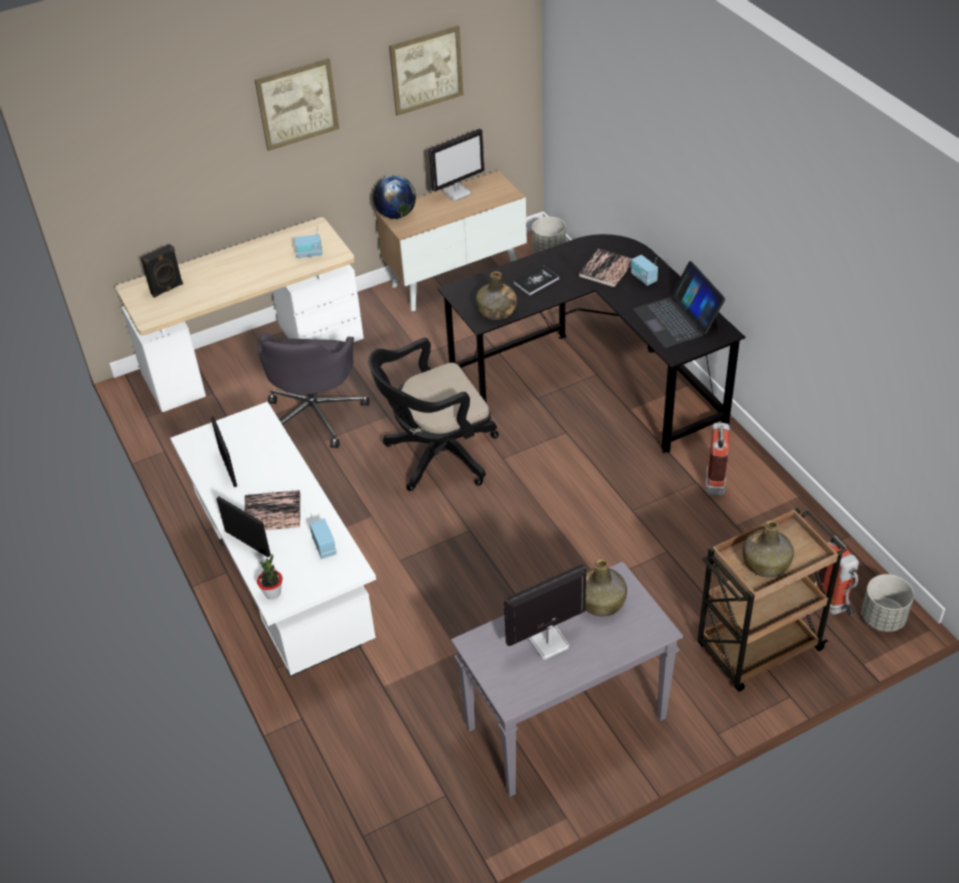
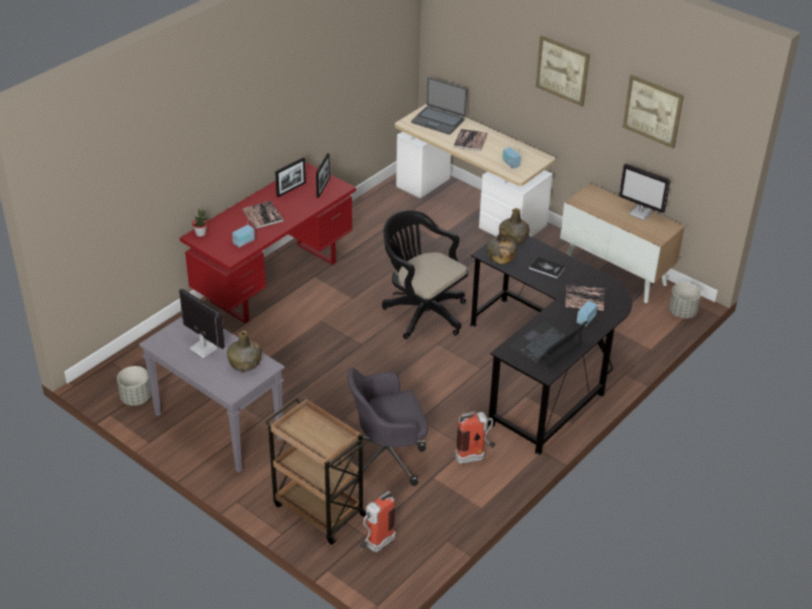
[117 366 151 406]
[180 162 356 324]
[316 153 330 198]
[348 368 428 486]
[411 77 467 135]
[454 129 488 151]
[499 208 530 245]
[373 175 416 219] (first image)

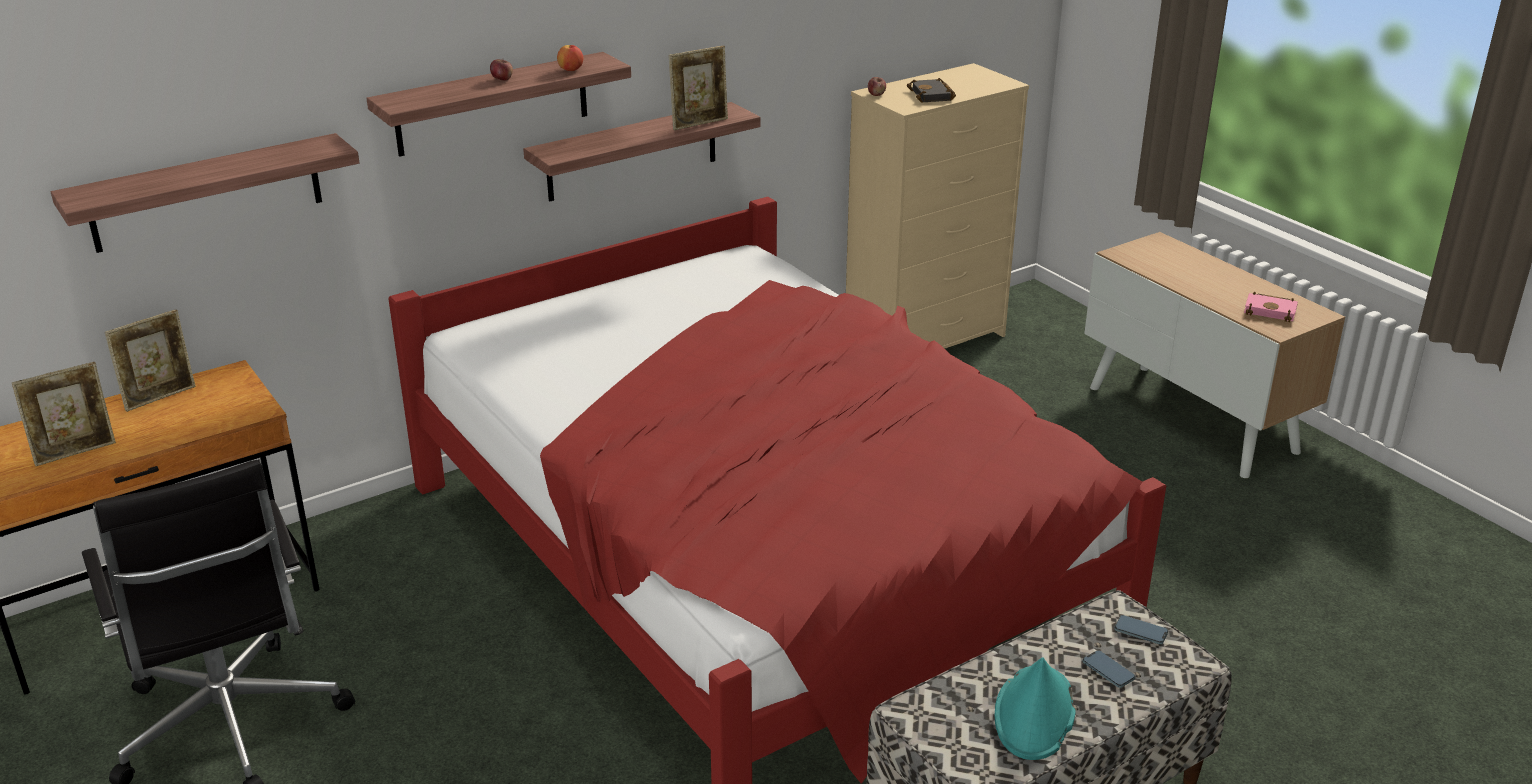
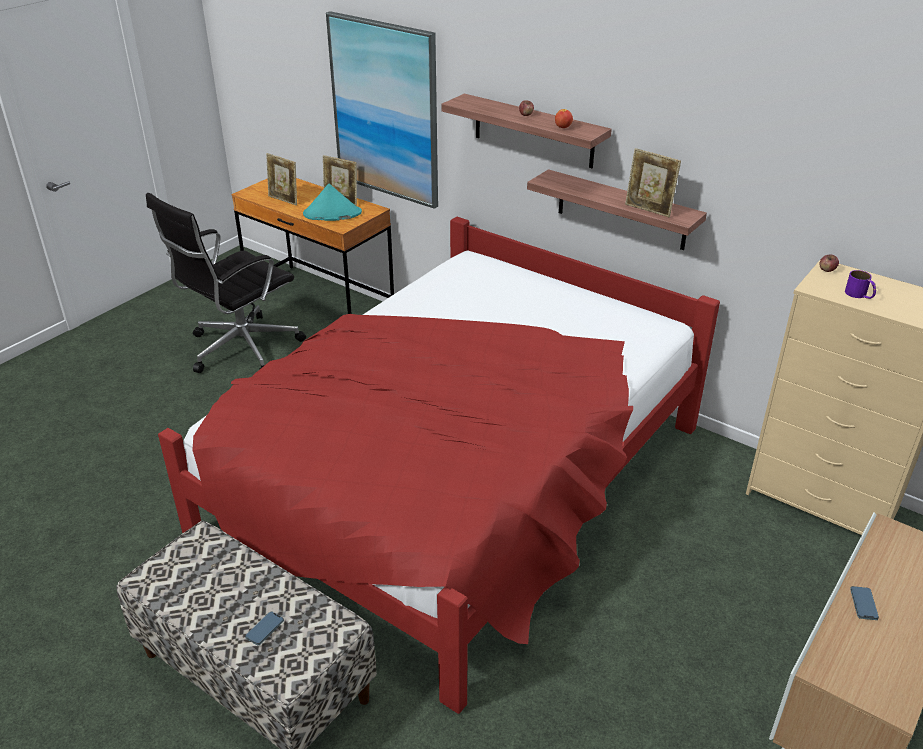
[303 184 362 221]
[326 11 438 209]
[845 270 876 299]
[850 586 879 620]
[1244 292 1298 322] (first image)

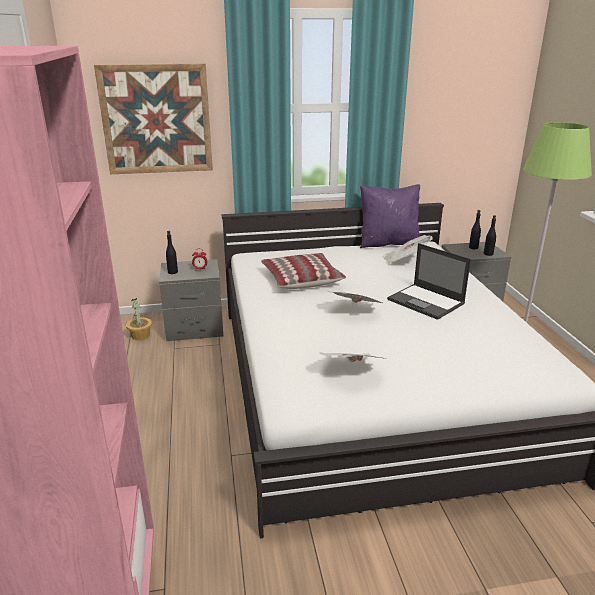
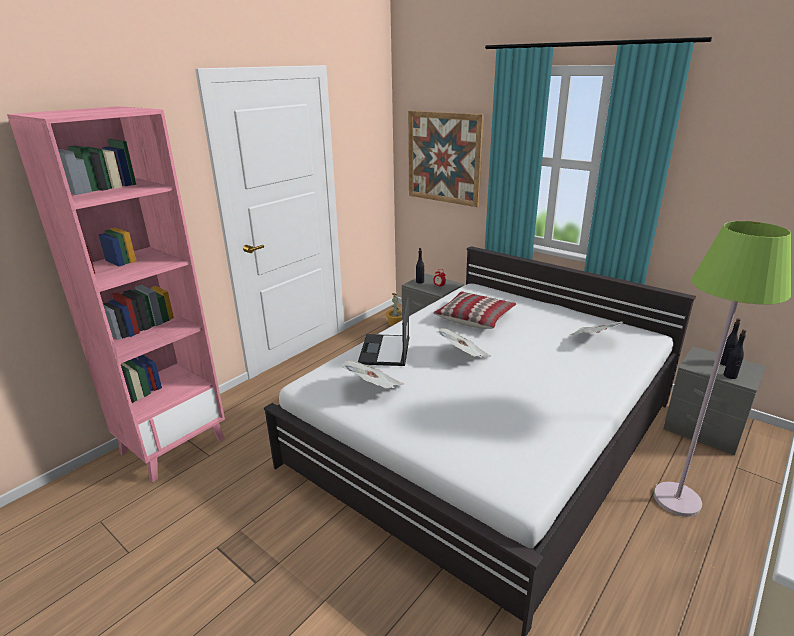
[358 297 409 366]
[360 184 420 248] (first image)

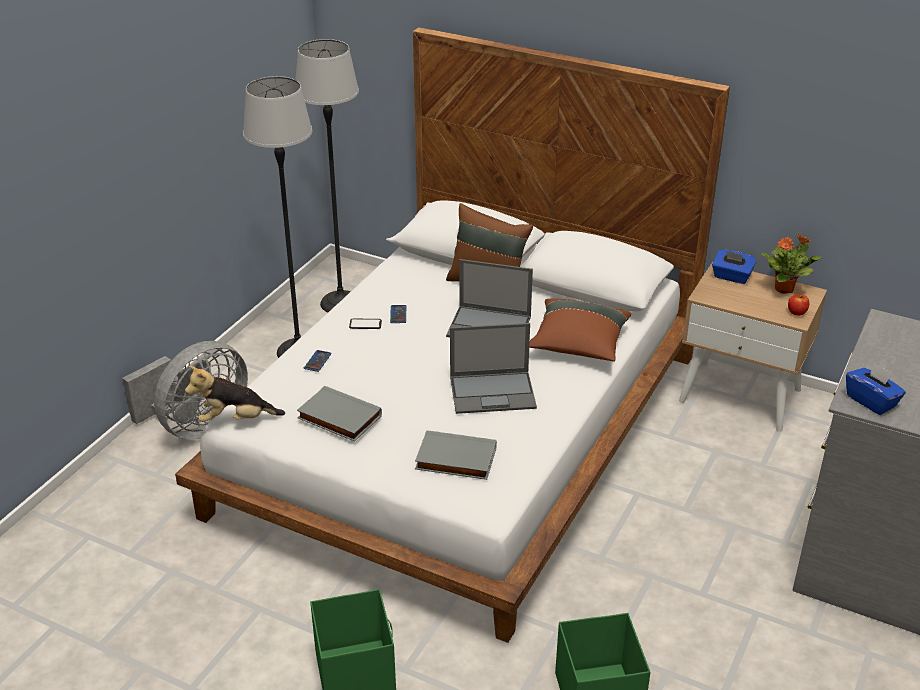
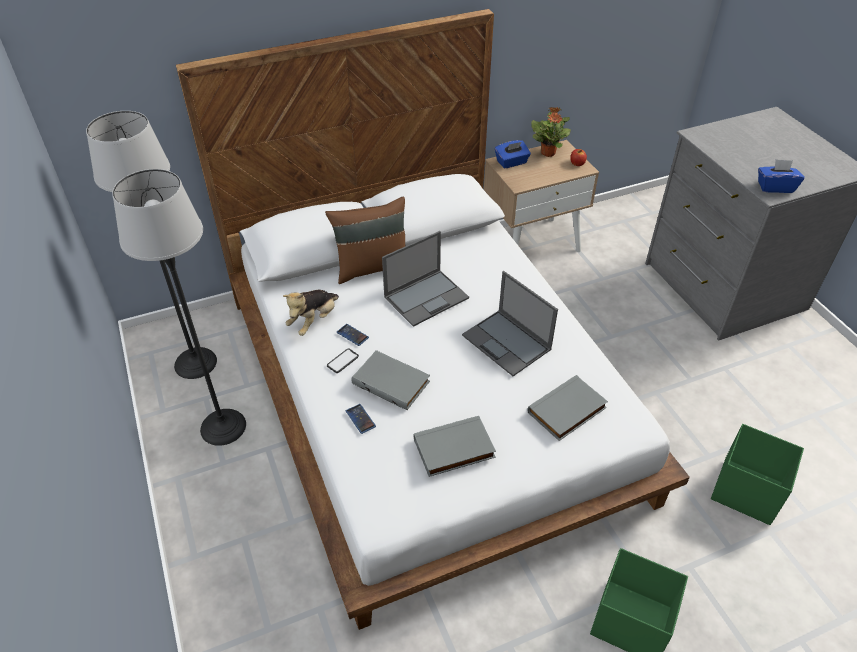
[283 290 339 336]
[352 350 430 410]
[462 271 558 376]
[122 341 248 440] (first image)
[529 298 631 362] (first image)

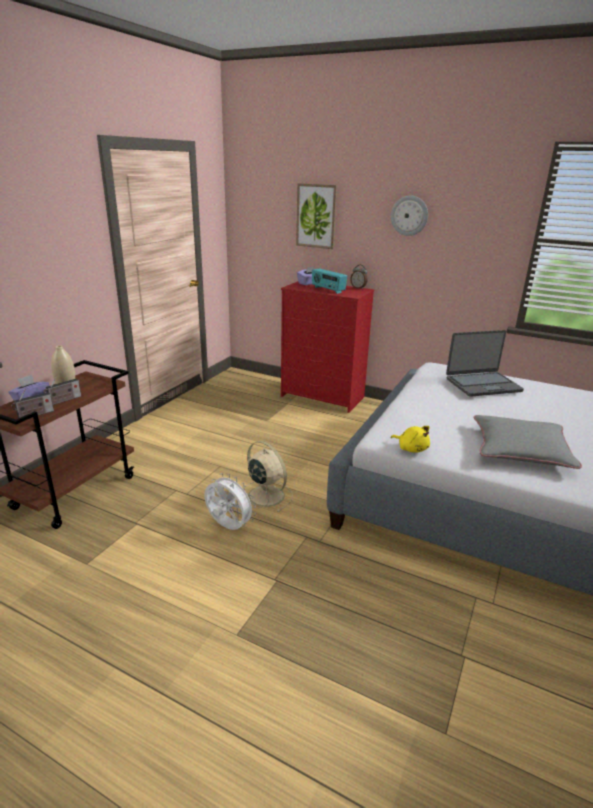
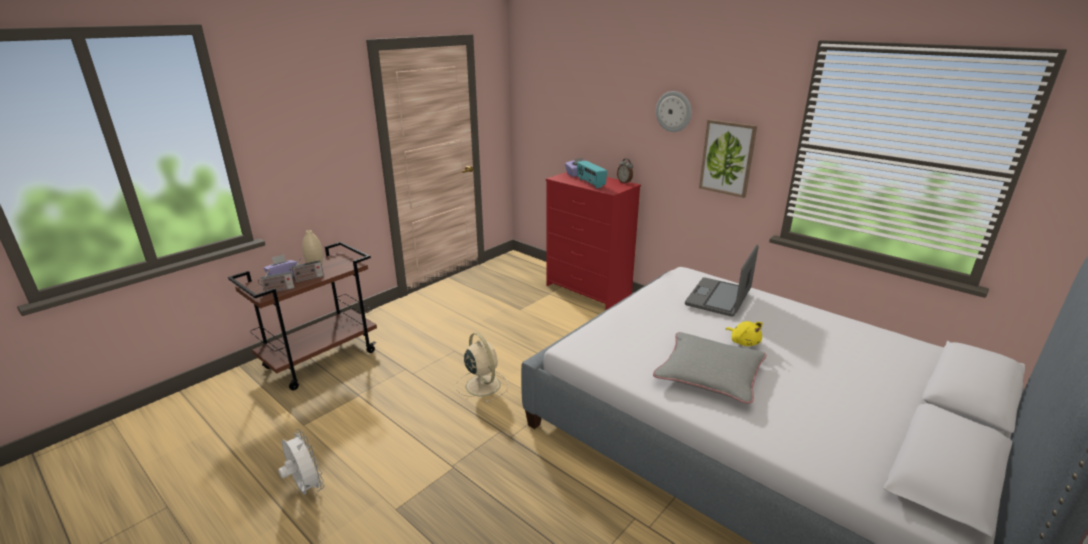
[278 429 324 495]
[685 245 759 317]
[699 119 757 198]
[725 321 763 346]

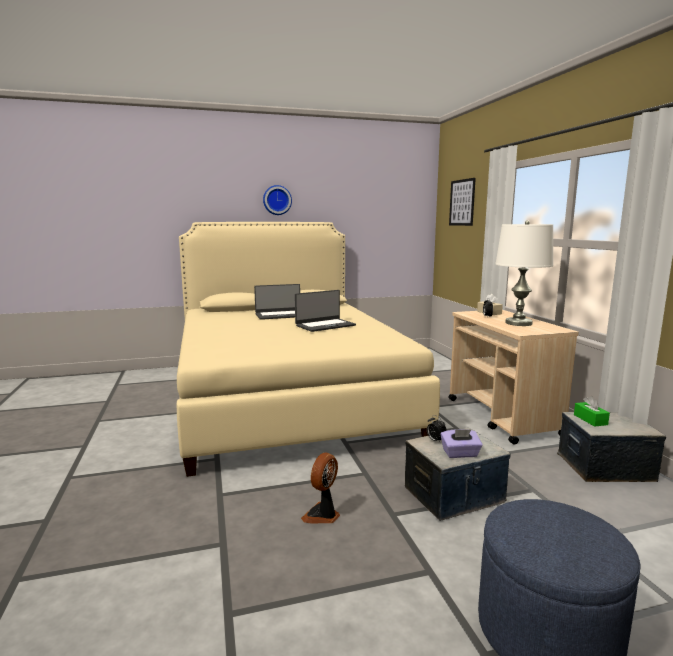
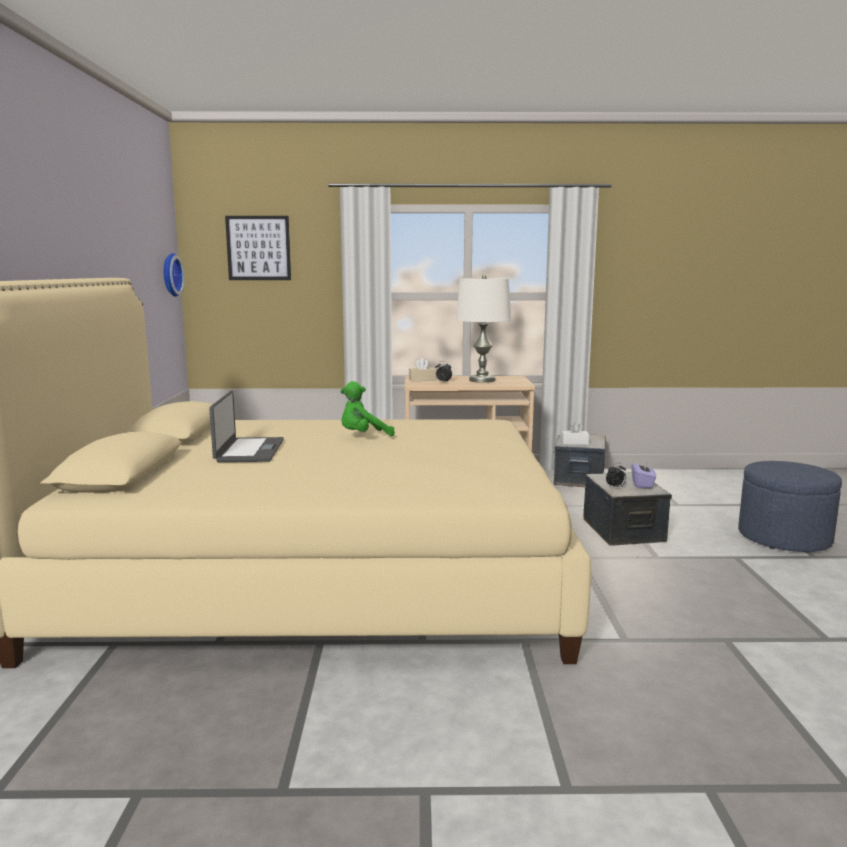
[164 253 184 297]
[340 381 395 436]
[561 422 589 445]
[301 452 340 523] (first image)

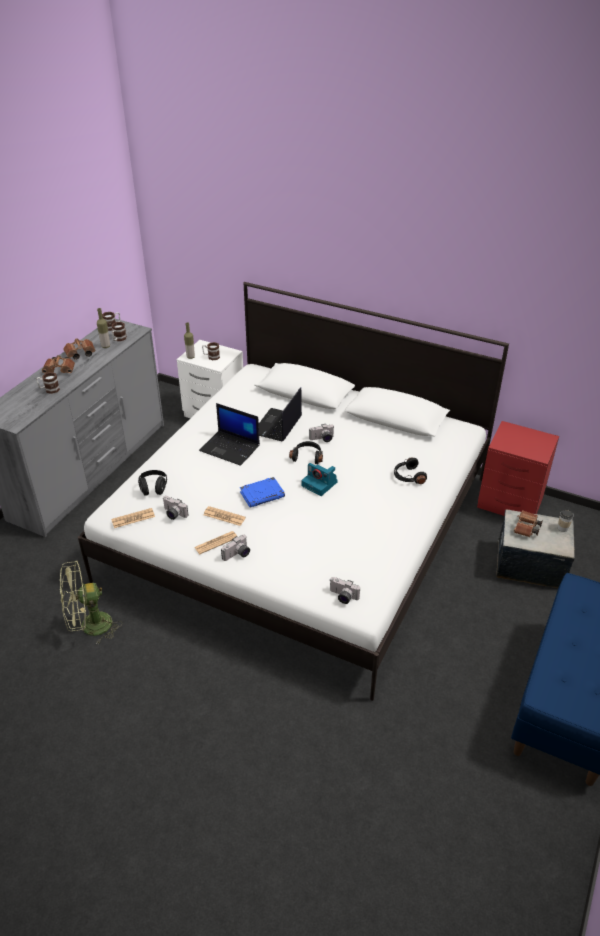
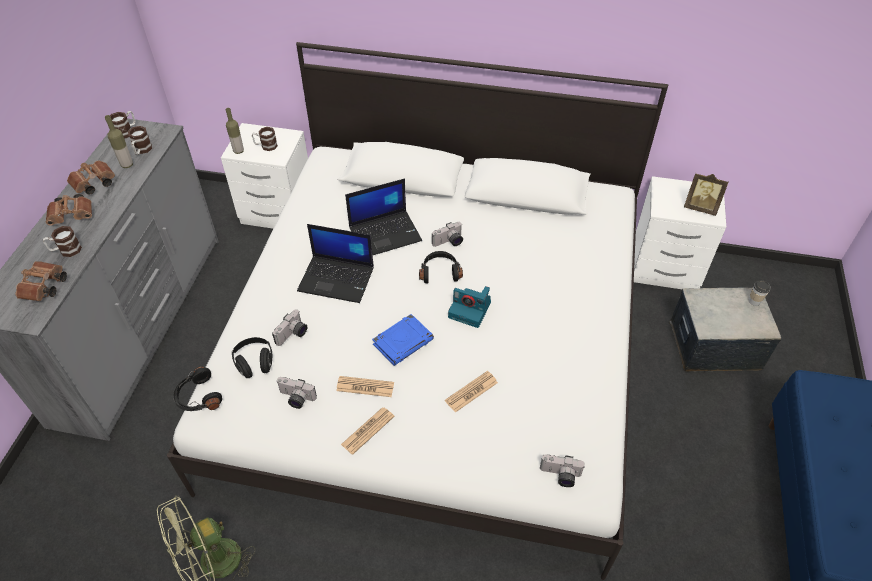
[15 261 67 301]
[173 366 222 411]
[272 309 307 346]
[345 179 422 255]
[445 371 498 413]
[634 176 726 289]
[684 173 729 216]

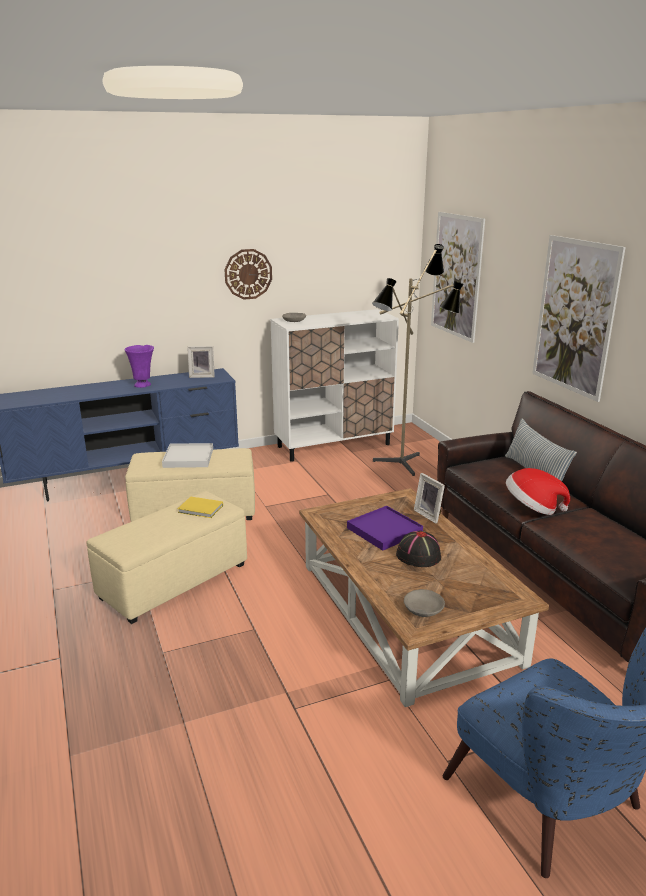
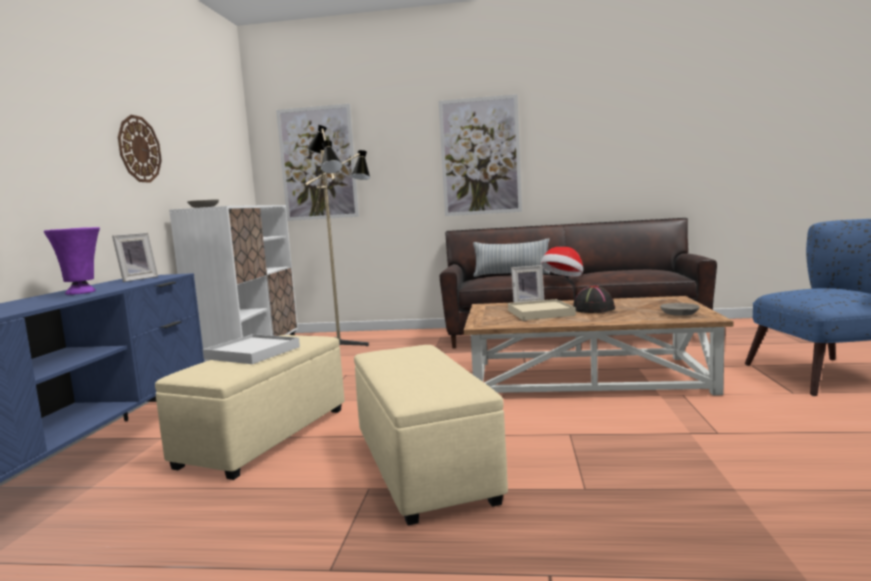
[508 299 576 320]
[178 496 223 518] (first image)

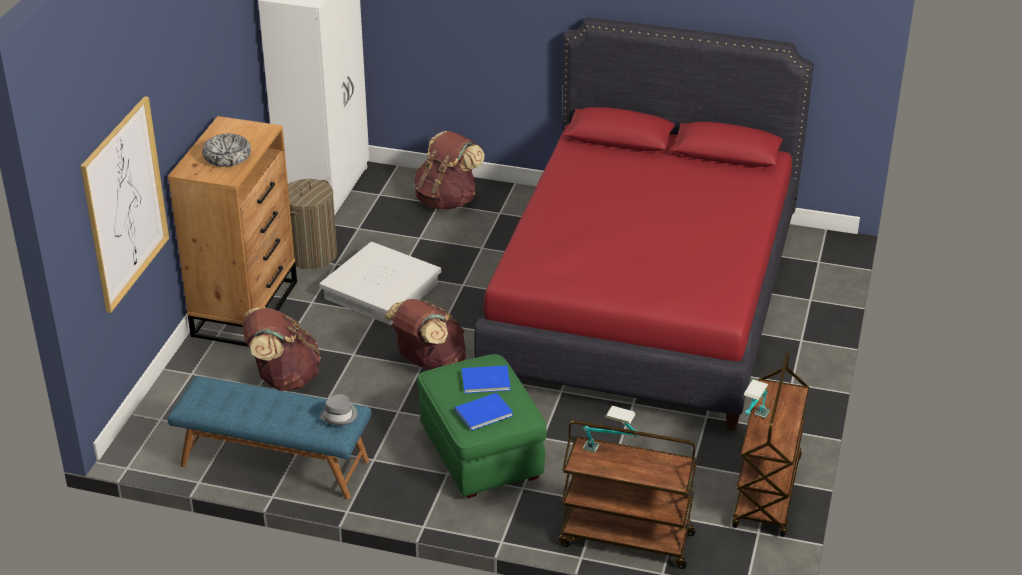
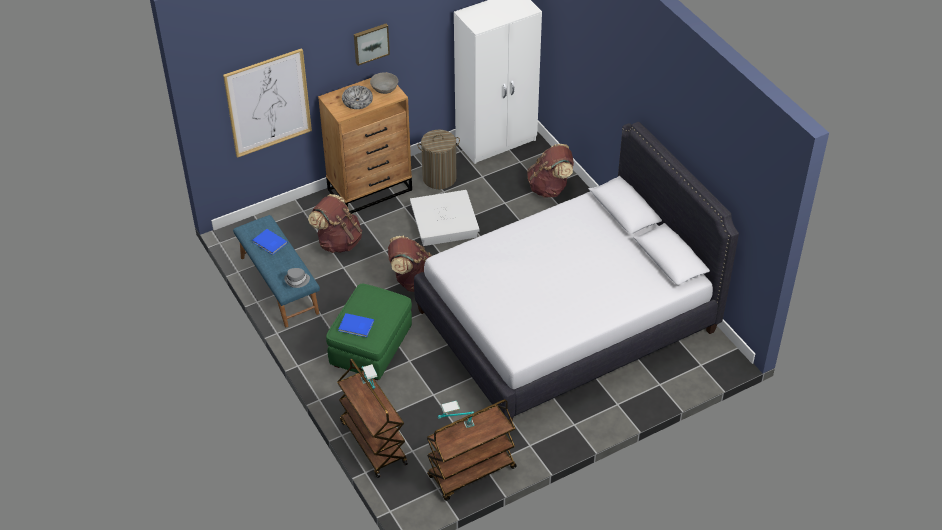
[253 229 288 255]
[354 24 390 66]
[370 72 398 94]
[414 122 739 424]

